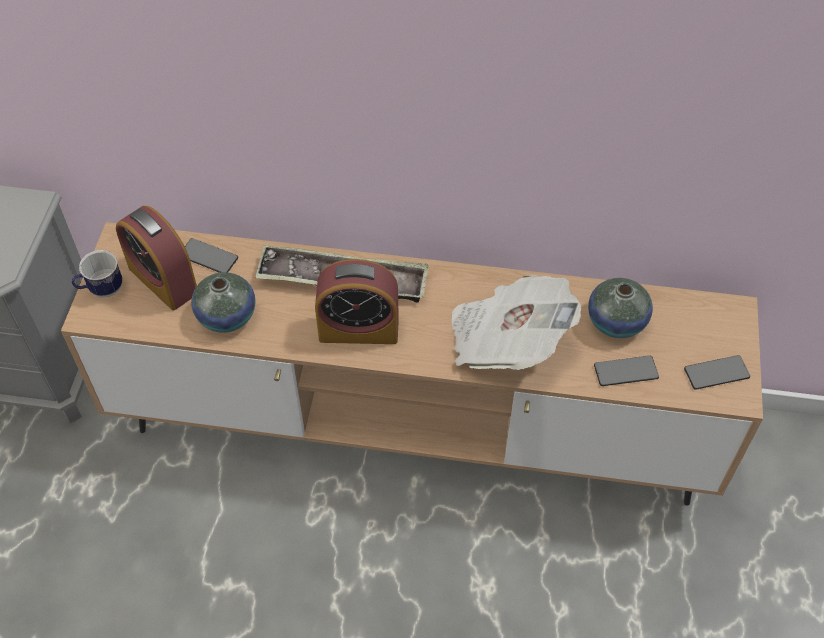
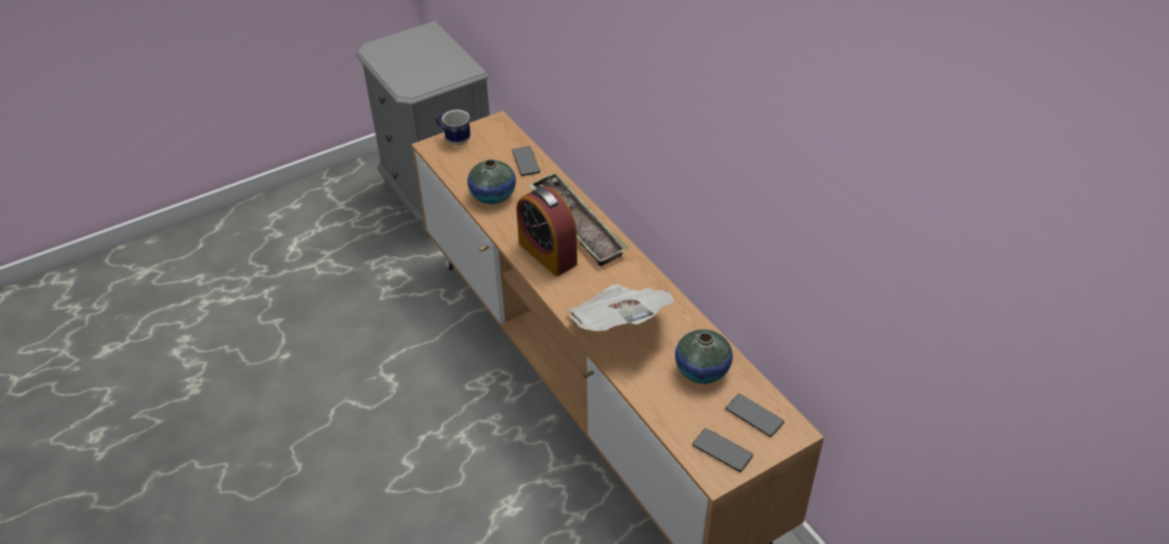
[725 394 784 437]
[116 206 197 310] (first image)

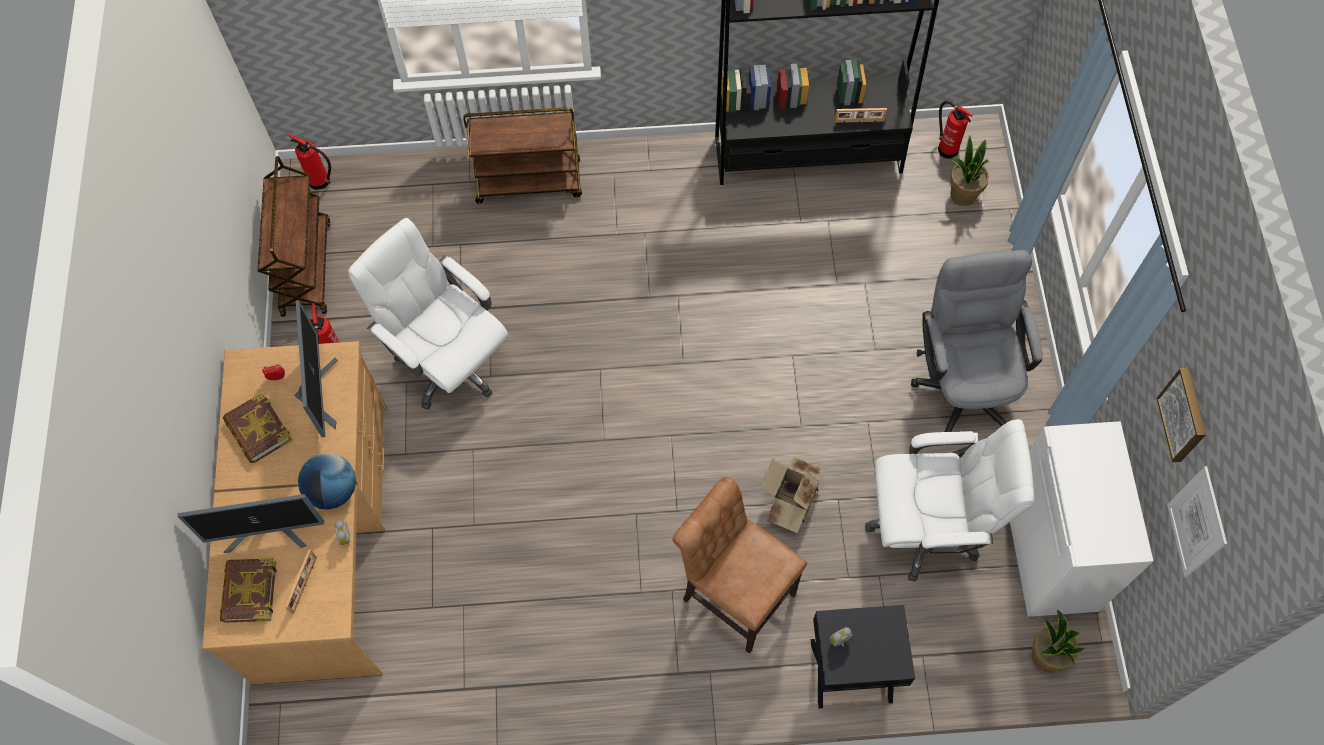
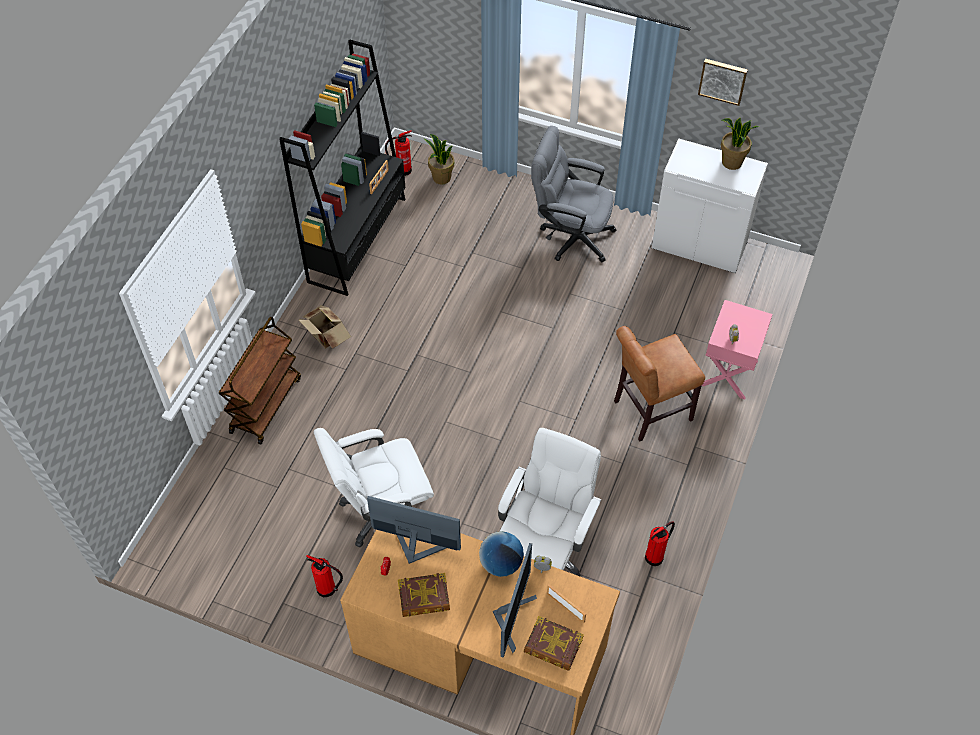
[299 305 351 349]
[498 428 602 577]
[645 521 675 566]
[702 300 773 400]
[721 118 759 170]
[258 156 331 316] (first image)
[1167 466 1227 577] (first image)

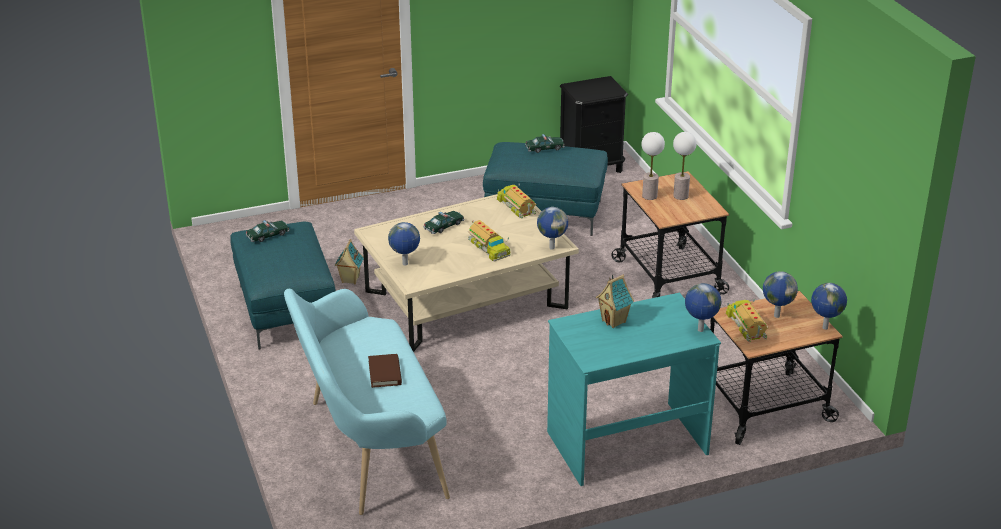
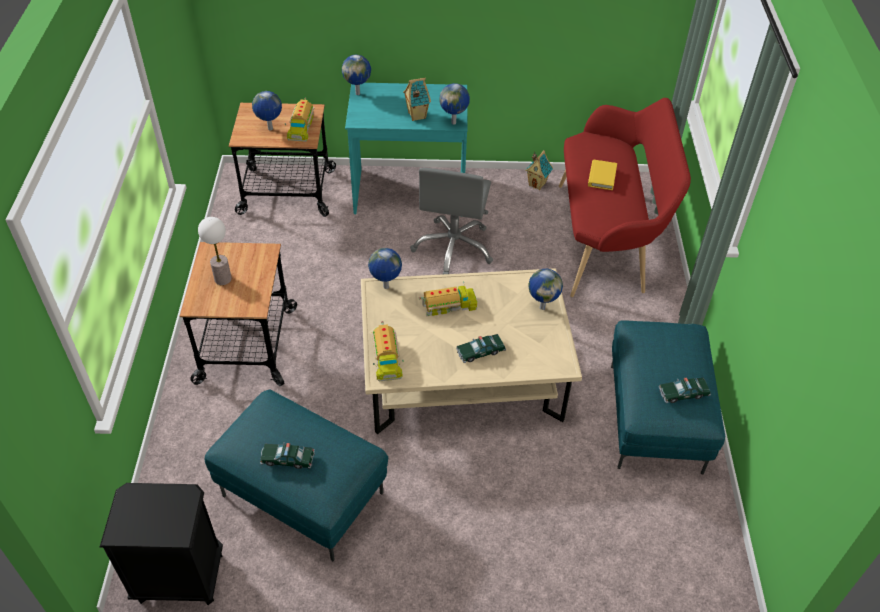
[410 168 493 274]
[419 281 477 316]
[439 83 470 125]
[525 150 553 190]
[559 98 691 297]
[588 160 617 190]
[641 132 665 200] (first image)

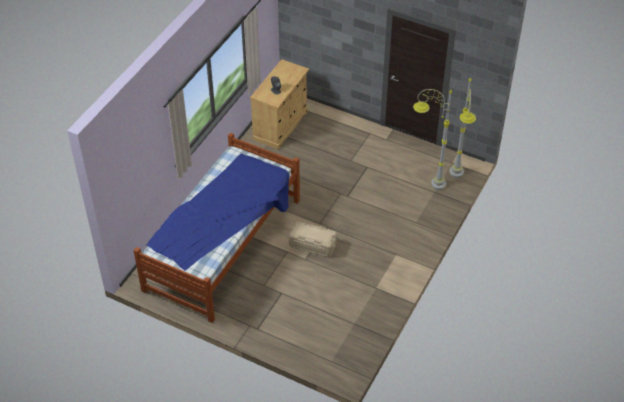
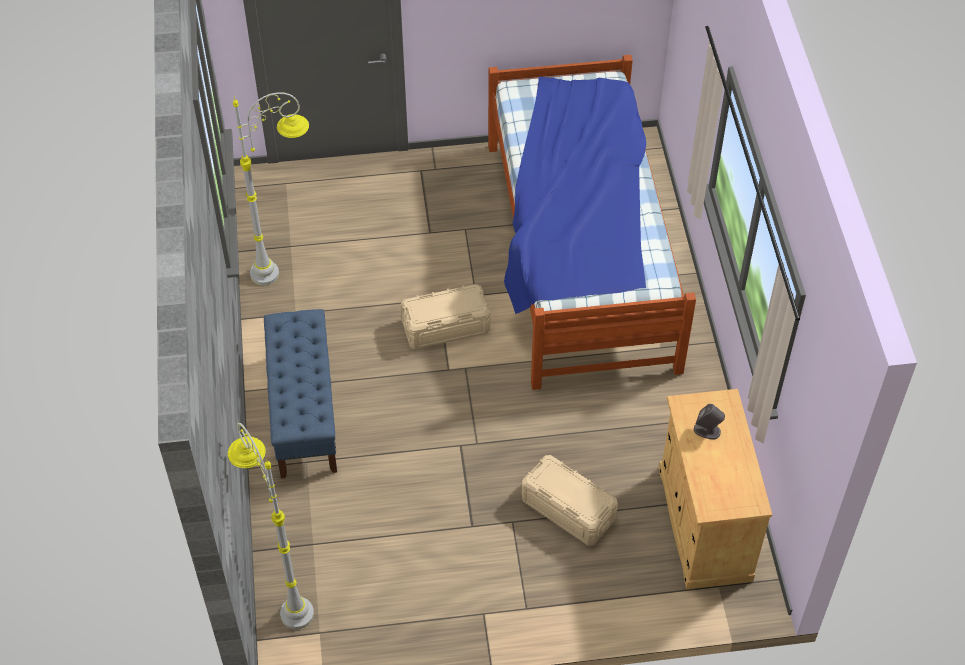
[233 92 309 286]
[264 309 337 479]
[522 455 618 546]

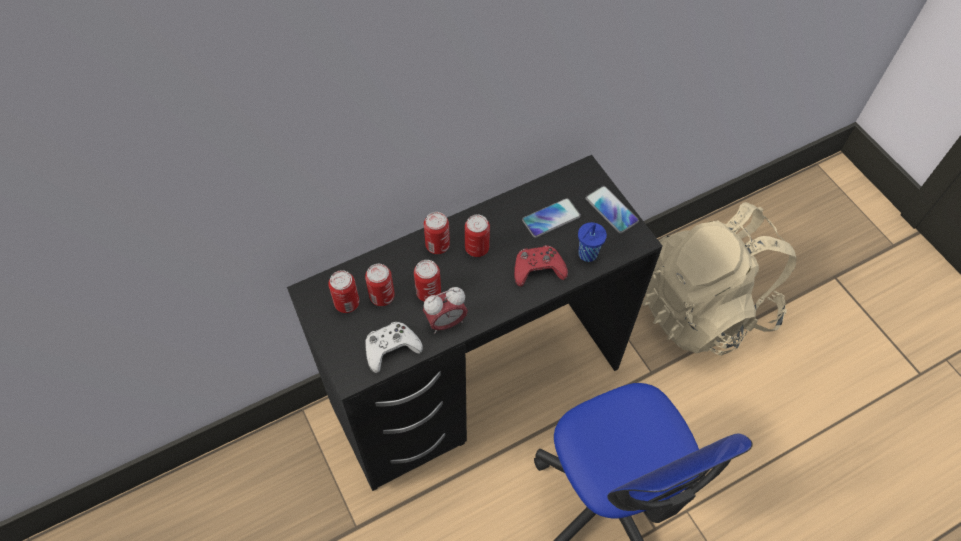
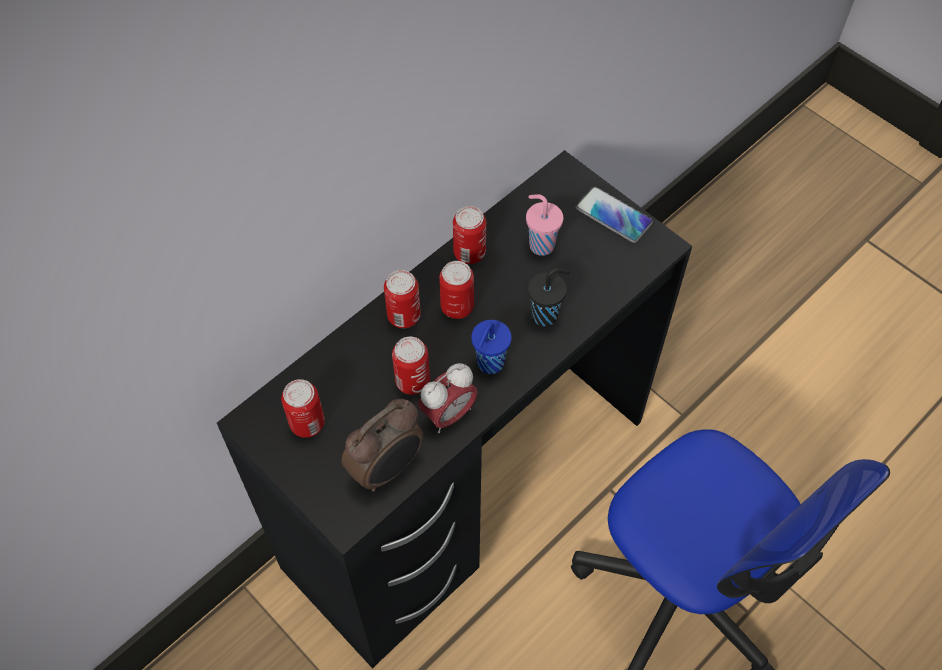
[342 399 423 492]
[453 206 486 264]
[471 320 512 374]
[526 194 563 256]
[528 268 569 326]
[642 202 796 356] (first image)

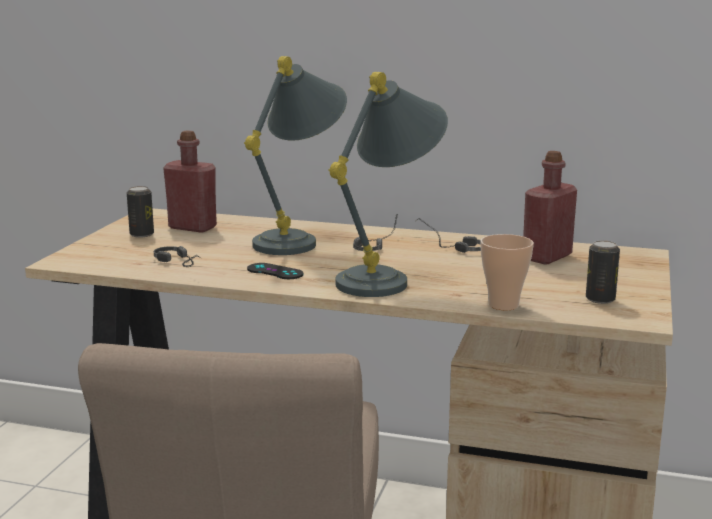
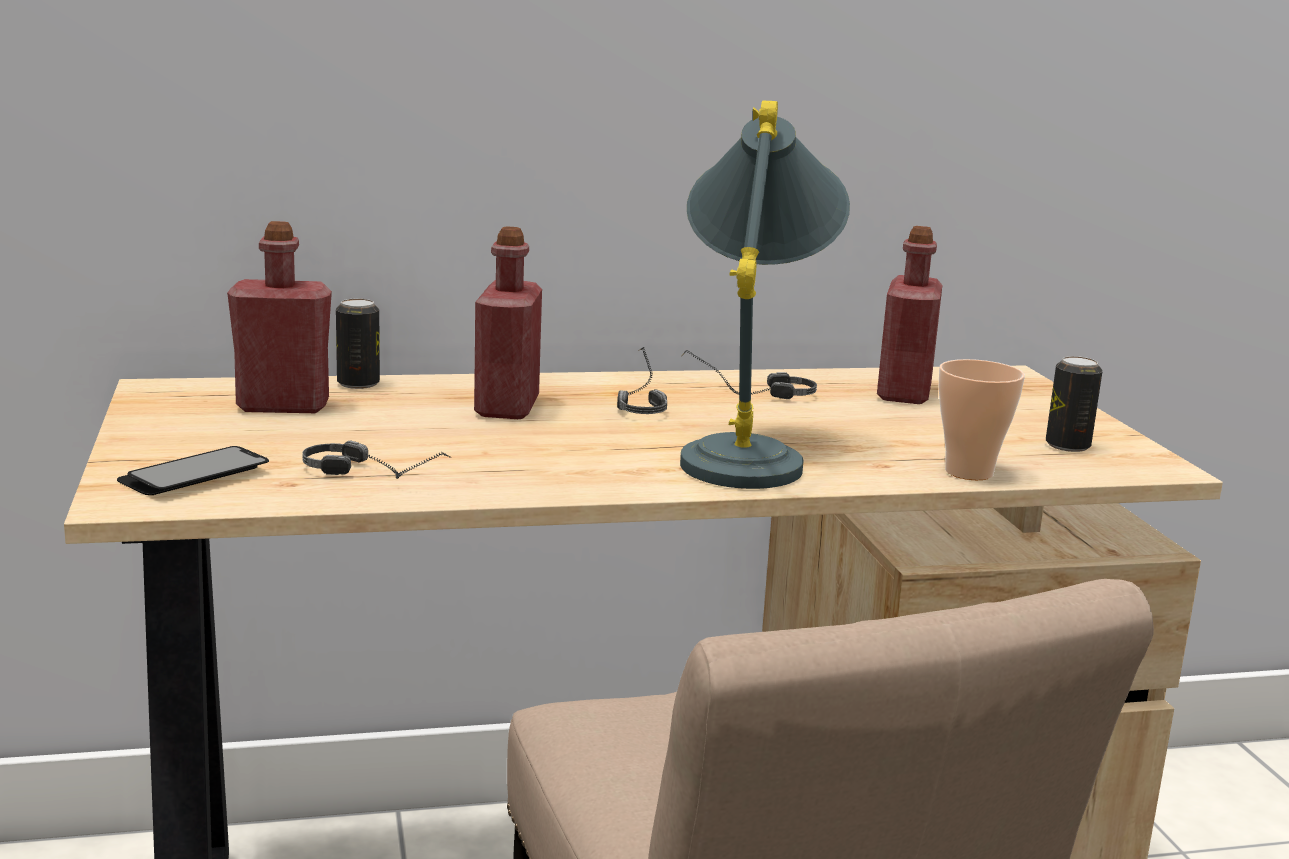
[117 446 269 495]
[336 299 380 389]
[474 226 542 419]
[247 263 304 279] (first image)

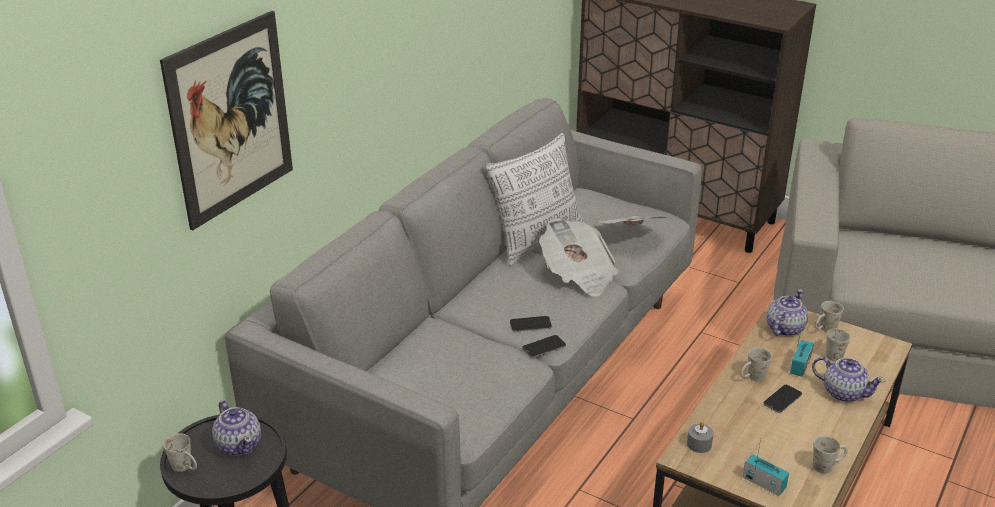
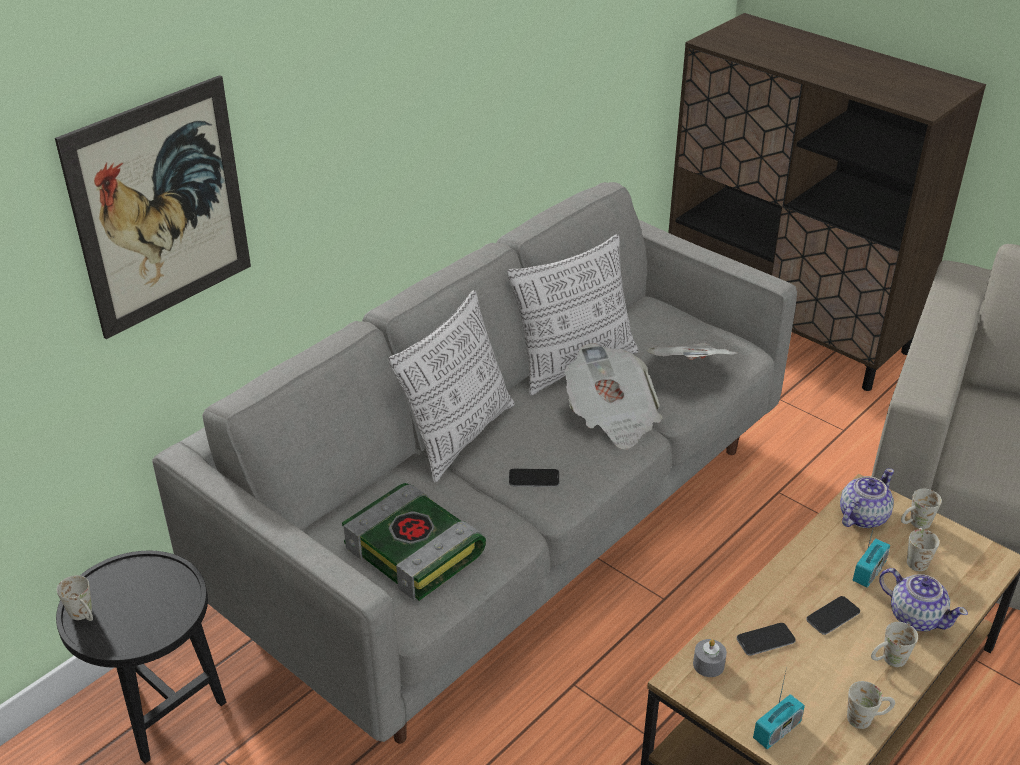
[342 483 486 601]
[388 290 515 483]
[737 623 796 656]
[753 672 805 749]
[871 622 918 667]
[212 400 261 456] (first image)

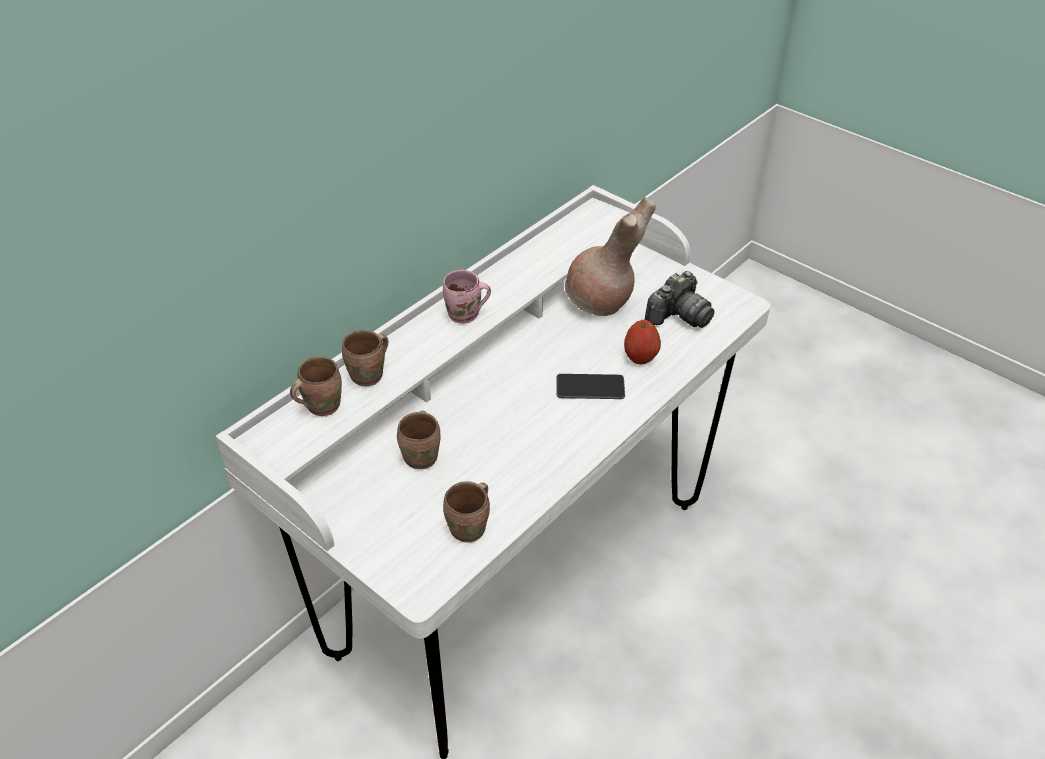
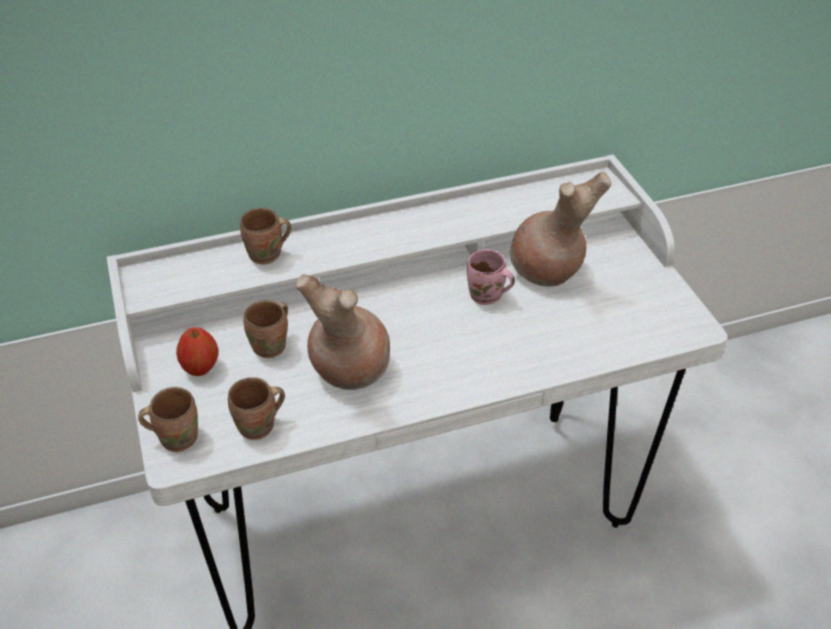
[138 387 198 452]
[176 327 219 376]
[296 274 390 390]
[467 249 515 305]
[556 374 625 399] (first image)
[645 271 715 328] (first image)

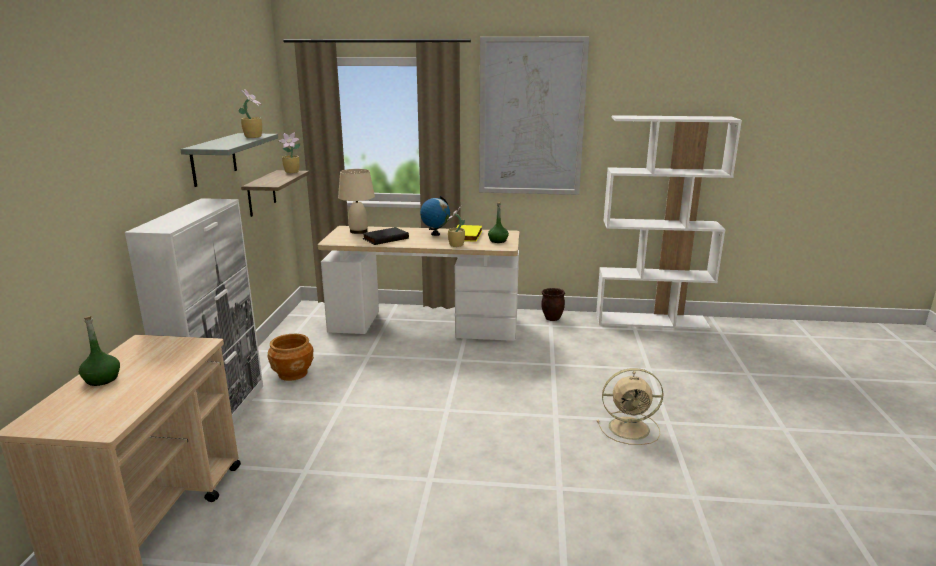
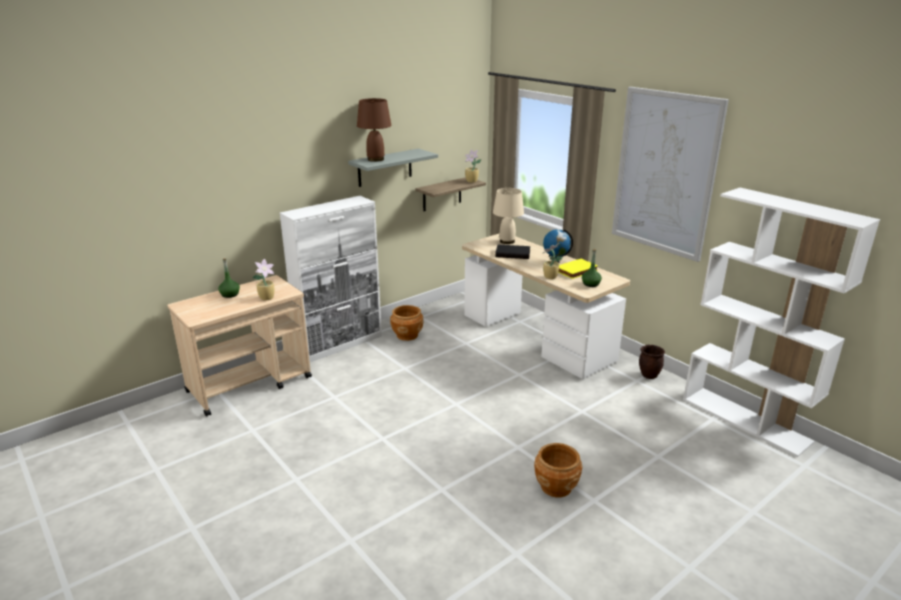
[252 259 274 301]
[357 98 392 162]
[534 443 582 498]

